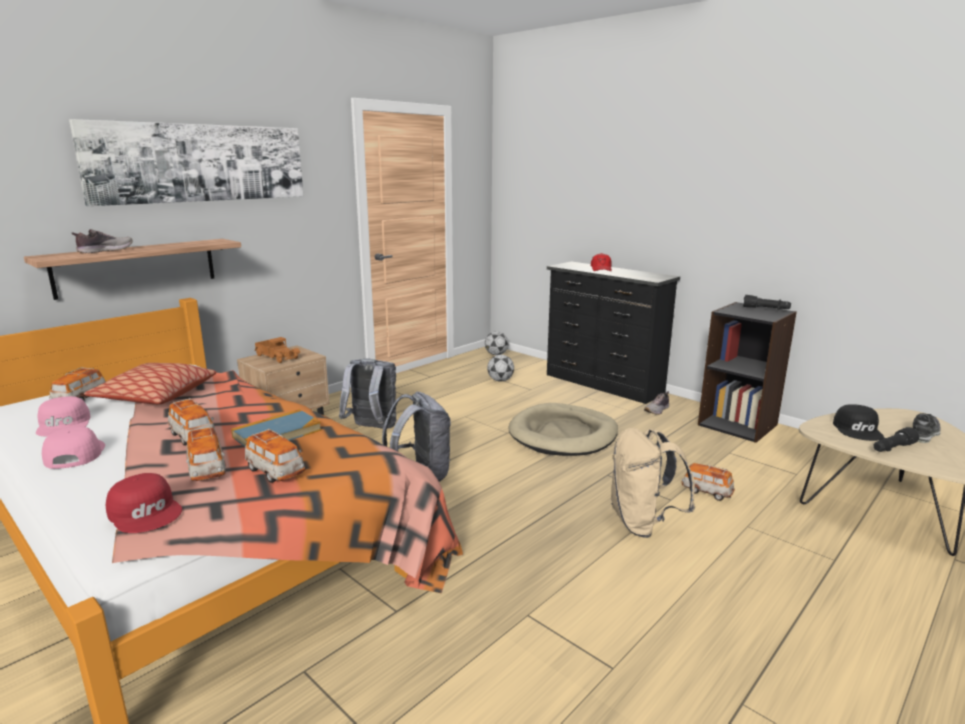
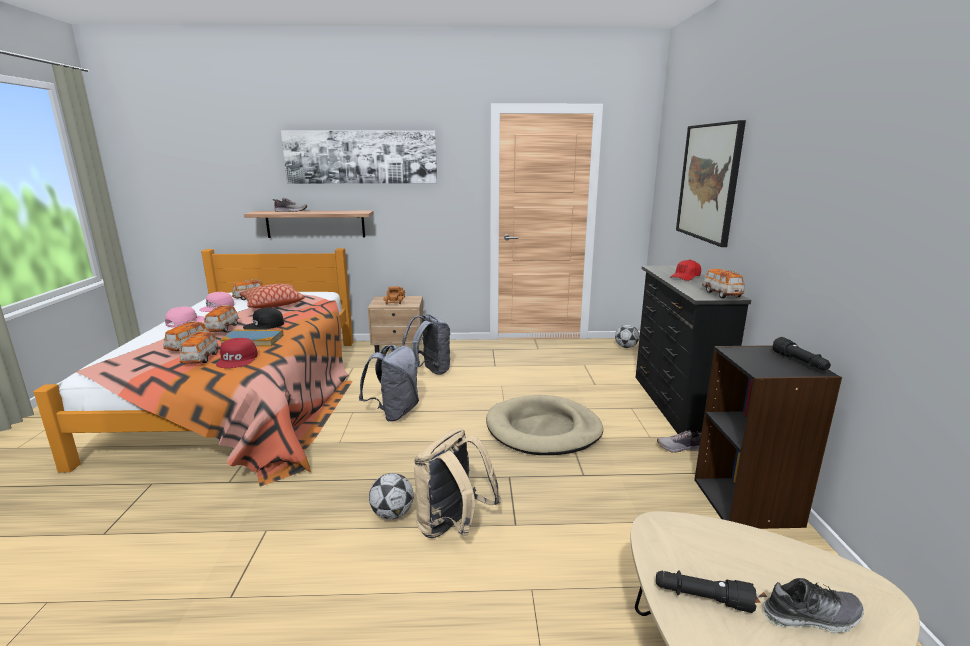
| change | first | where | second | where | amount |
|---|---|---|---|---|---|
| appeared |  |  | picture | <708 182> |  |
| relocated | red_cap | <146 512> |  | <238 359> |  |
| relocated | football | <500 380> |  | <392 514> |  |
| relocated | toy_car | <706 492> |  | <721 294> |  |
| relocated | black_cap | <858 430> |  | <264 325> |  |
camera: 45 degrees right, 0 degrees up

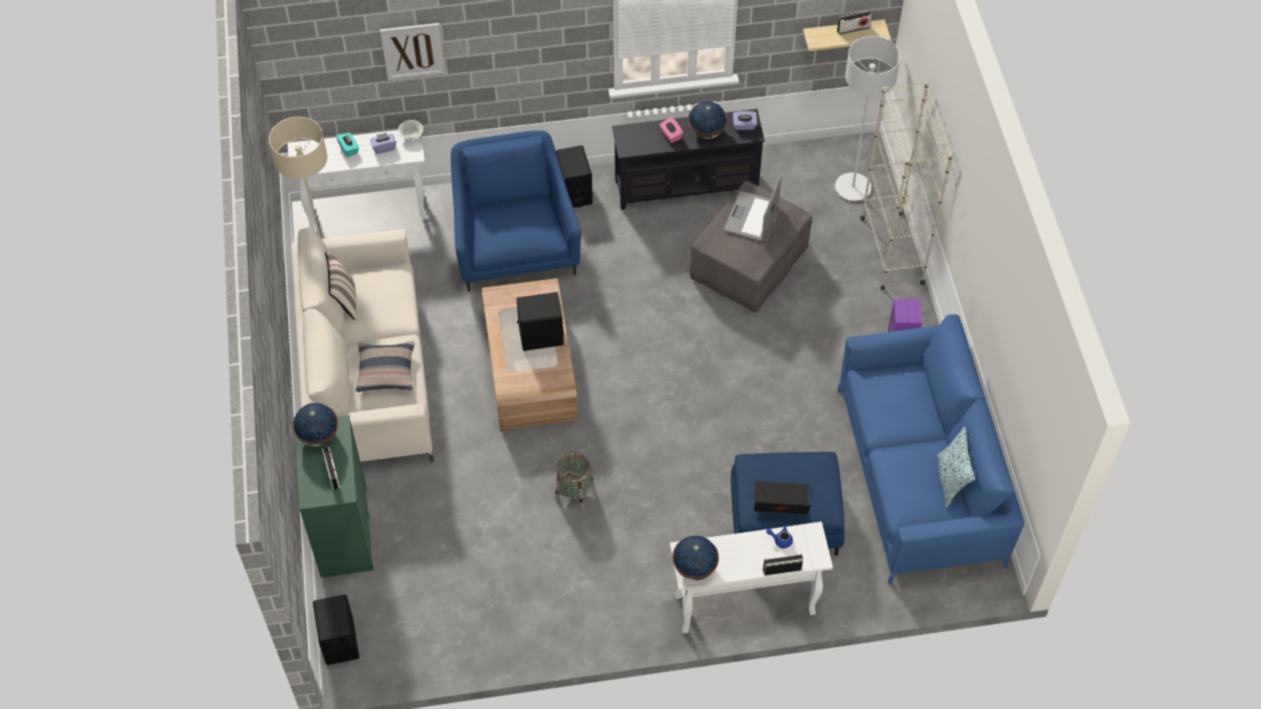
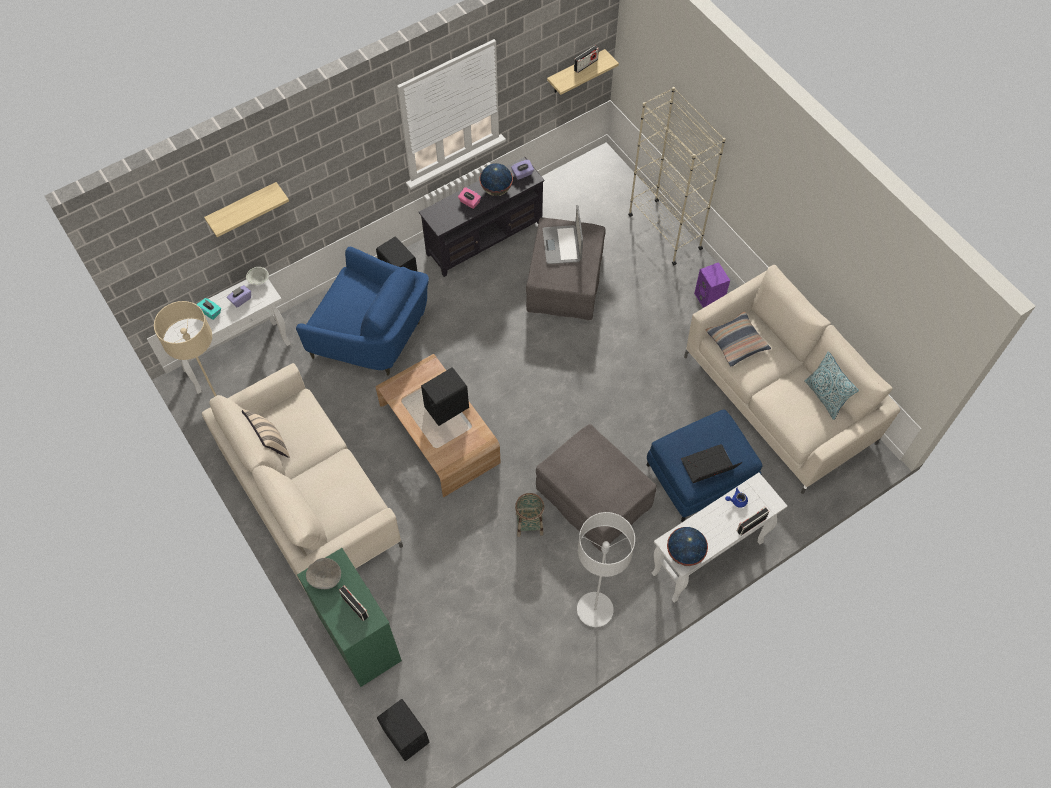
| change | first | where | second | where | amount |
|---|---|---|---|---|---|
| appeared |  |  | grey_ottoman | <592 497> |  |
| relocated | pillow | <386 371> |  | <736 342> |  |
| relocated | grey_floor_lamp | <852 188> |  | <595 610> |  |
| exchanged | globe | <318 436> | grey_bowl | <325 578> |  |
| exchanged | picture | <413 51> | shelf | <243 208> |  |
| colour | blue_sofa | <919 475> | beige_sofa | <778 399> |  |
| spun | blue_armchair | <514 243> |  | <373 337> | 150 degrees clockwise |
camera: 25 degrees left, 5 degrees up

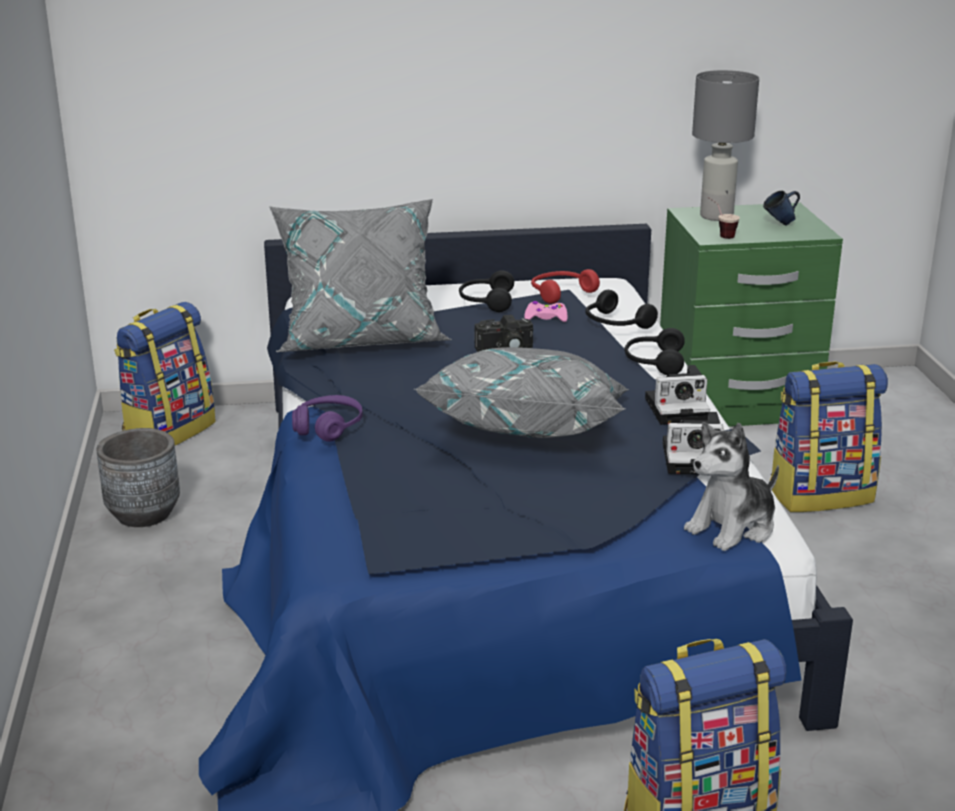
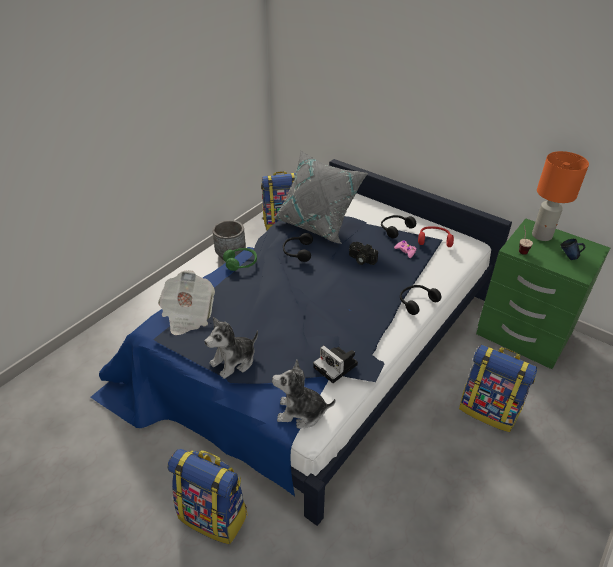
| change | first | where | second | where | amount |
|---|---|---|---|---|---|
| missing | grey_pillow | <528 429> |  |  |  |
| missing | photo_camera | <679 409> |  |  |  |
| appeared |  |  | newspaper | <188 314> |  |
| appeared |  |  | plush_toy | <234 361> |  |
| relocated | black_headphones | <615 324> |  | <297 252> |  |
| colour | purple_headphones | <328 427> | green_headphones | <241 263> |  |
| colour | grey_table_lamp | <716 216> | orange_table_lamp | <541 235> |  |
camera: 45 degrees right, 15 degrees up

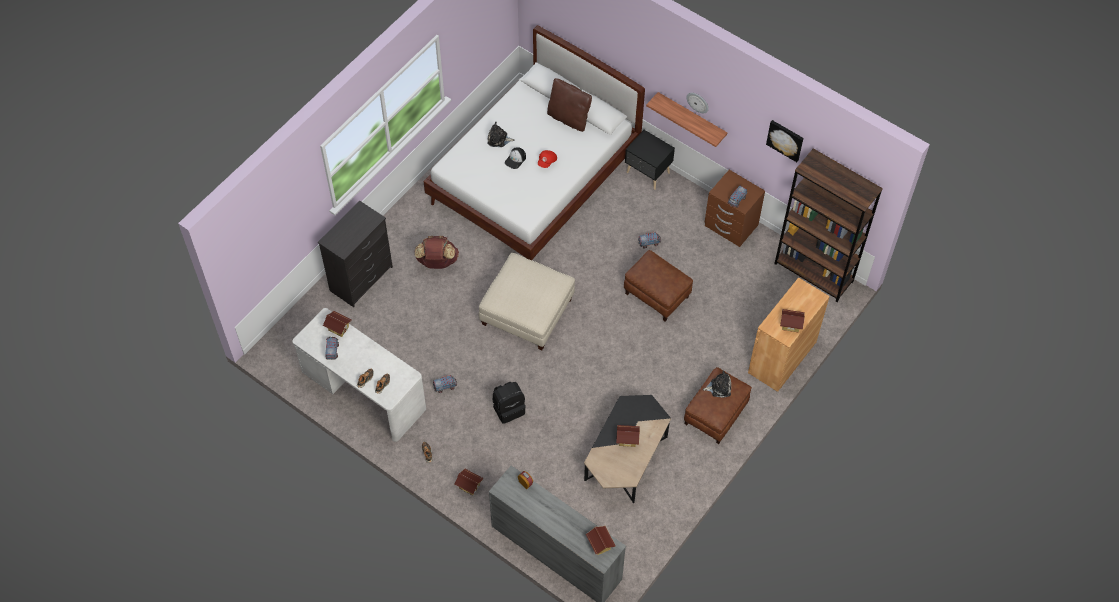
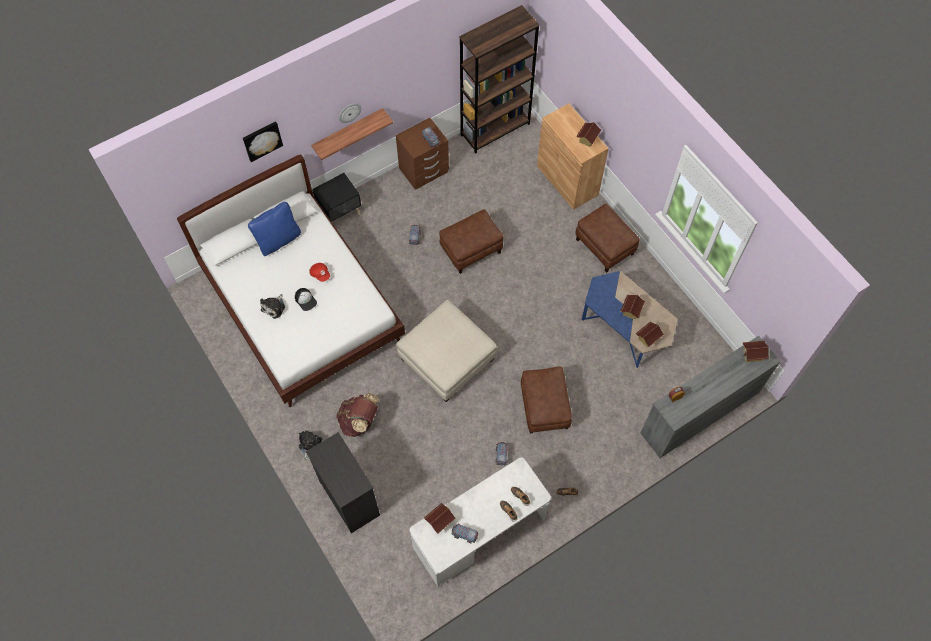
| change | first | where | second | where | amount |
|---|---|---|---|---|---|
| relocated | toy_house | <469 486> |  | <647 338> |  |
| relocated | plush_toy | <719 387> |  | <309 444> |  |
| relocated | picture | <785 140> |  | <262 140> |  |
| exchanged | black_backpack | <508 409> | brown_ottoman | <544 407> |  |
| colour | brown_pillow | <568 118> | blue_pillow | <278 240> |  |
| colour | black_coffee_table | <626 459> | blue_coffee_table | <625 328> |  |
camera: 70 degrees left, 5 degrees up

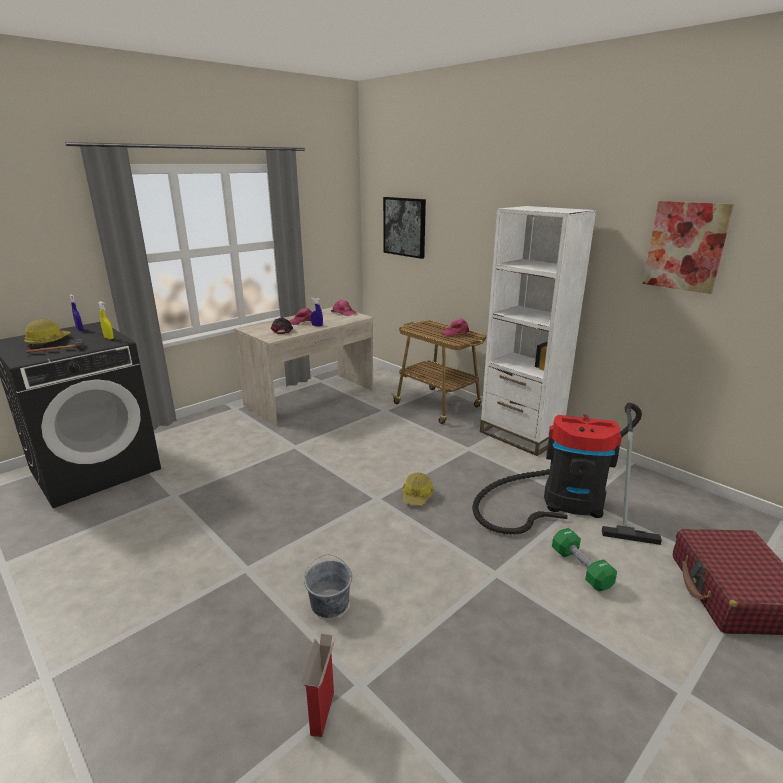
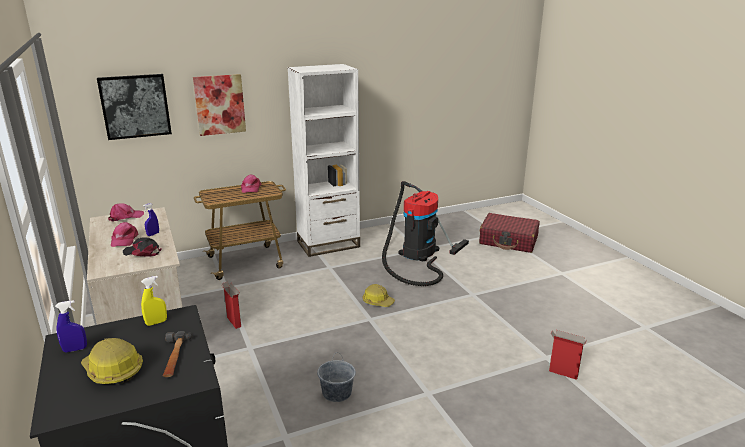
| change | first | where | second | where | amount |
|---|---|---|---|---|---|
| missing | green_dumbbell | <581 568> |  |  |  |
| appeared |  |  | cardboard_box | <233 322> |  |
| relocated | grey_bucket | <329 603> |  | <336 393> |  |
| relocated | picture | <686 246> |  | <220 104> |  |
camera: 70 degrees left, 0 degrees up

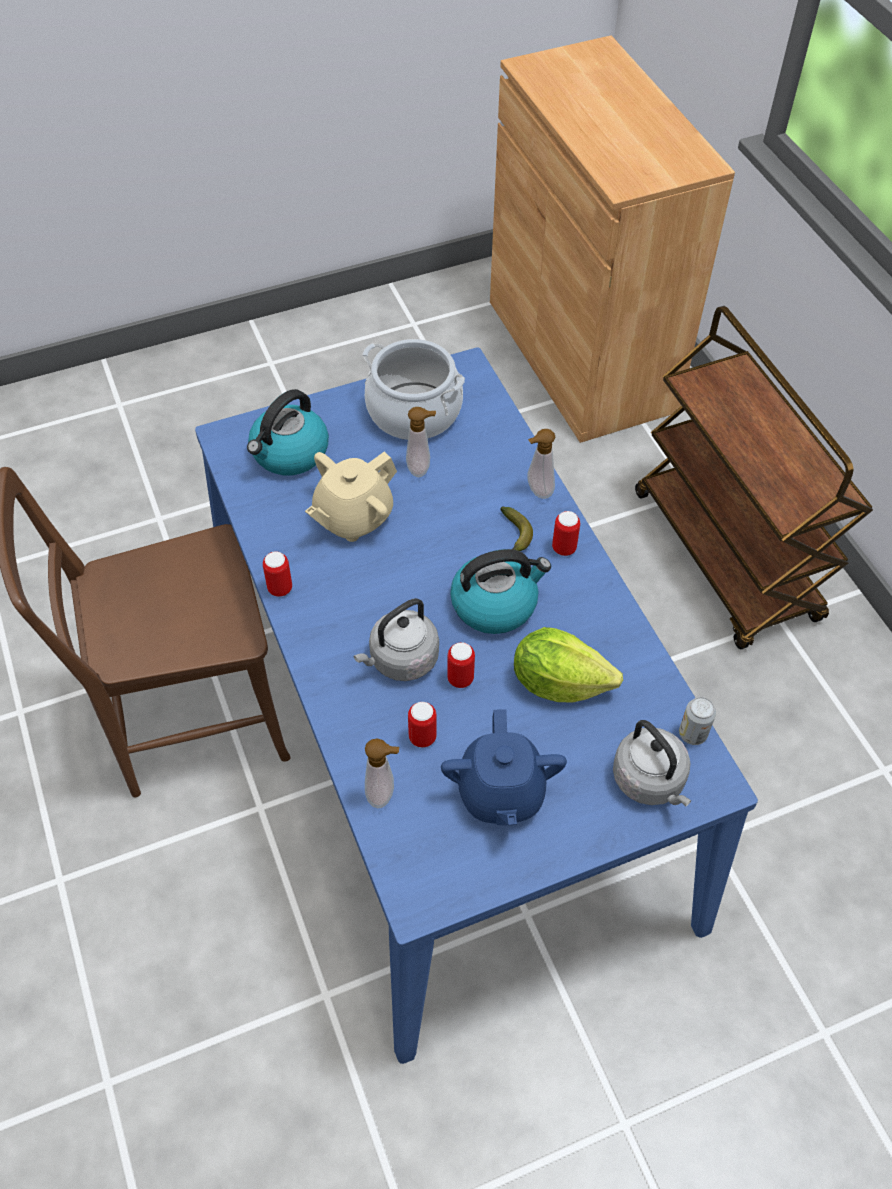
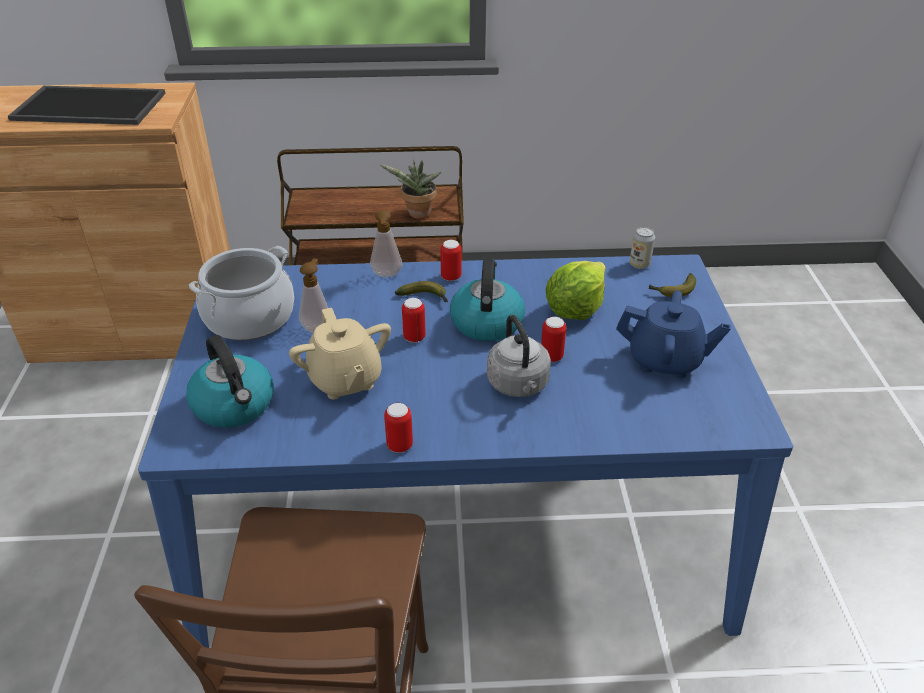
| change | first | where | second | where | amount |
|---|---|---|---|---|---|
| missing | soap_dispenser | <383 794> |  |  |  |
| appeared |  |  | tray | <92 105> |  |
| appeared |  |  | potted_plant | <417 215> |  |
| relocated | can | <422 737> |  | <414 337> |  |
| exchanged | grey_kettle | <650 781> | banana | <673 291> |  |
camera: 70 degrees left, 15 degrees down

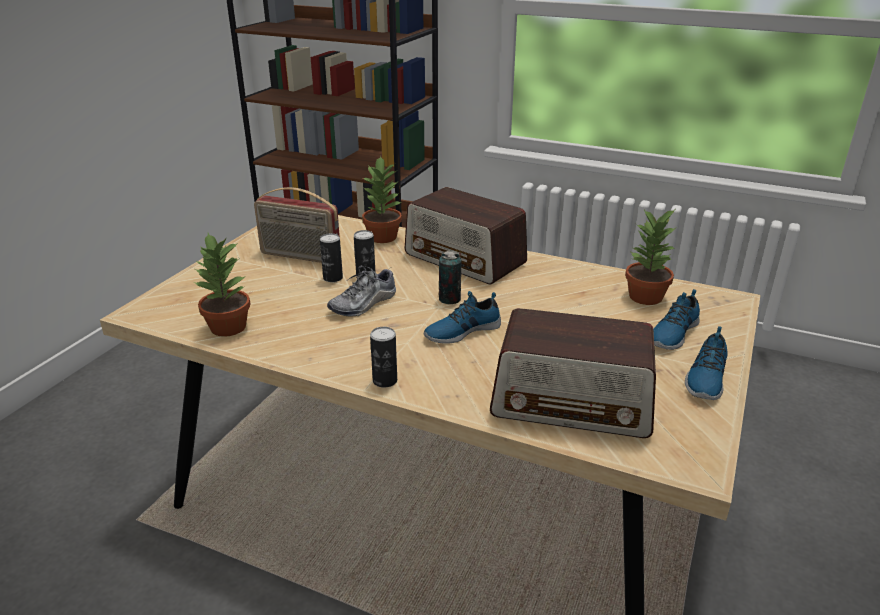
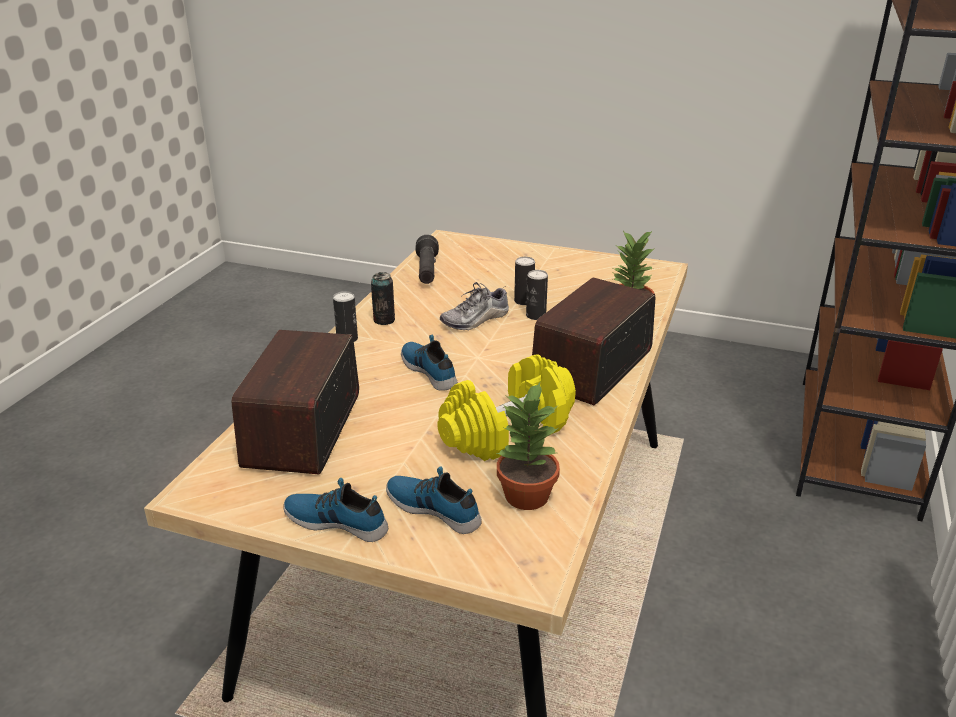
| change | first | where | second | where | amount |
|---|---|---|---|---|---|
| missing | radio | <300 256> |  |  |  |
| appeared |  |  | yellow_dumbbell | <507 431> |  |
| relocated | can | <449 299> |  | <384 320> |  |
| exchanged | potted_plant | <228 328> | black_flashlight | <427 271> |  |
| spun | shoe | <363 304> |  | <475 320> | 75 degrees counterclockwise |
camera: 85 degrees right, 0 degrees up

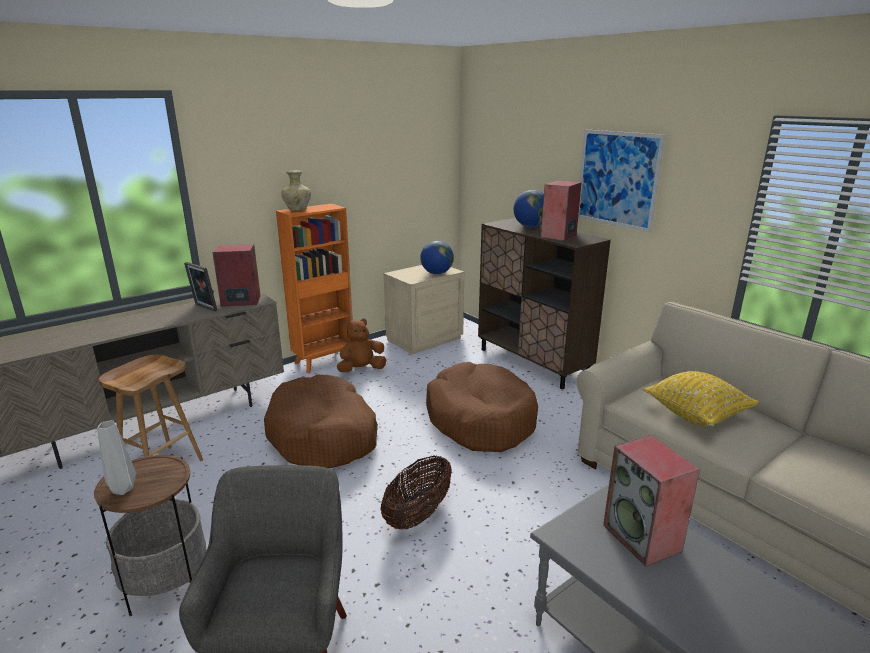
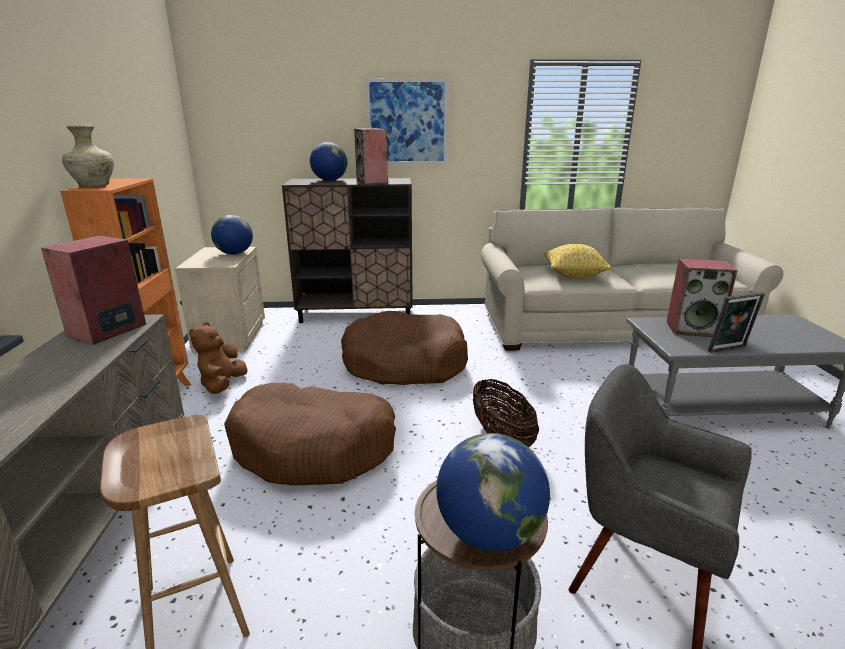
| change | first | where | second | where | amount |
|---|---|---|---|---|---|
| relocated | picture_frame | <204 308> |  | <729 350> |  |
| exchanged | grey_vase | <124 489> | globe | <489 533> |  |
camera: 55 degrees left, 0 degrees up

